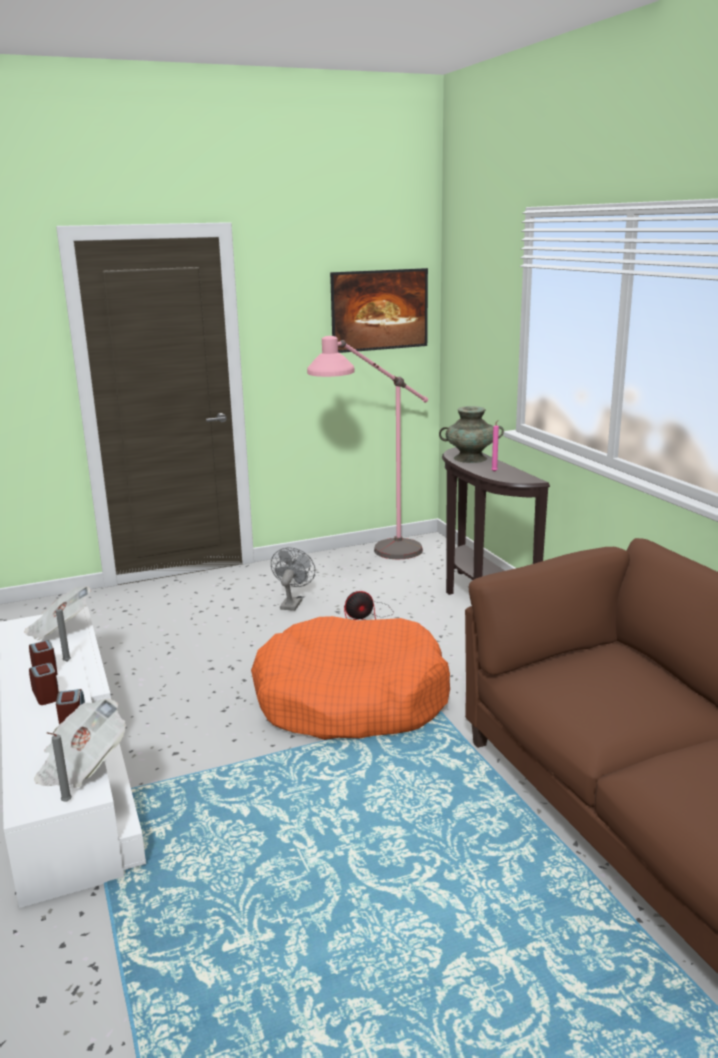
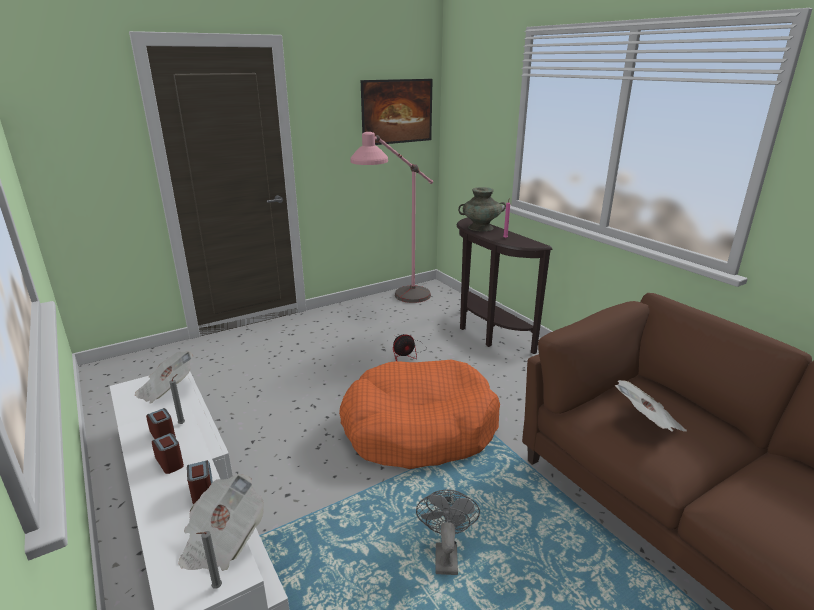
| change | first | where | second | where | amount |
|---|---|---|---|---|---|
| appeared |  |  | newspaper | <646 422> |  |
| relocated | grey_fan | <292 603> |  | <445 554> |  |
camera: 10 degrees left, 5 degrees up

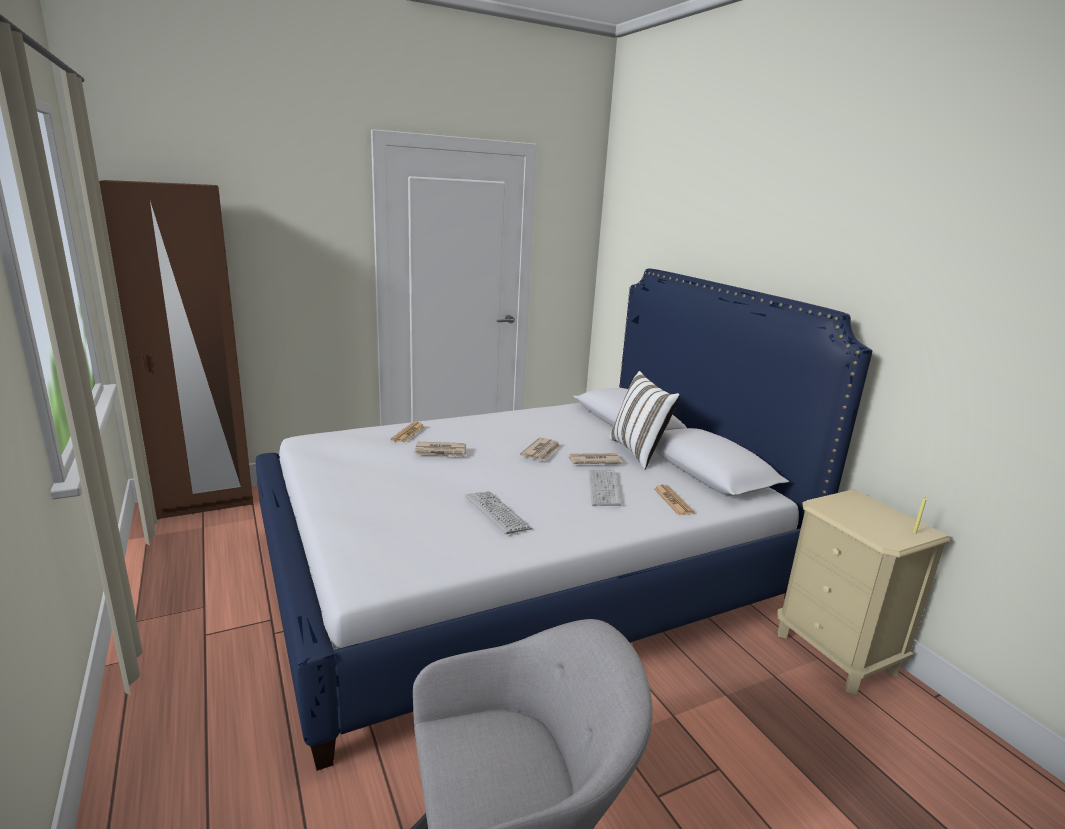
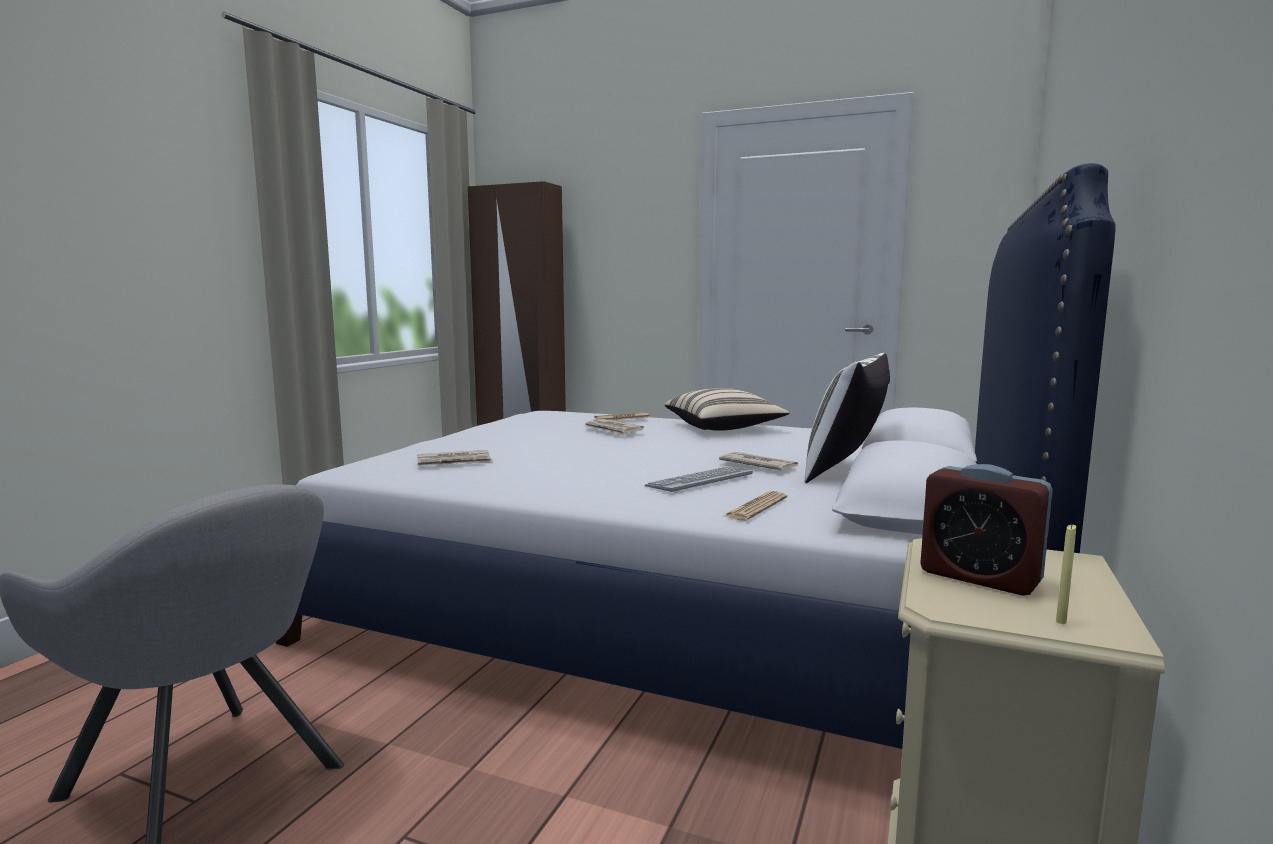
| change | first | where | second | where | amount |
|---|---|---|---|---|---|
| missing | keyboard | <497 513> |  |  |  |
| appeared |  |  | beige_pillow | <724 428> |  |
| appeared |  |  | alarm_clock | <979 577> |  |
| relocated | newspaper | <541 451> |  | <455 462> |  |
camera: 50 degrees right, 10 degrees down

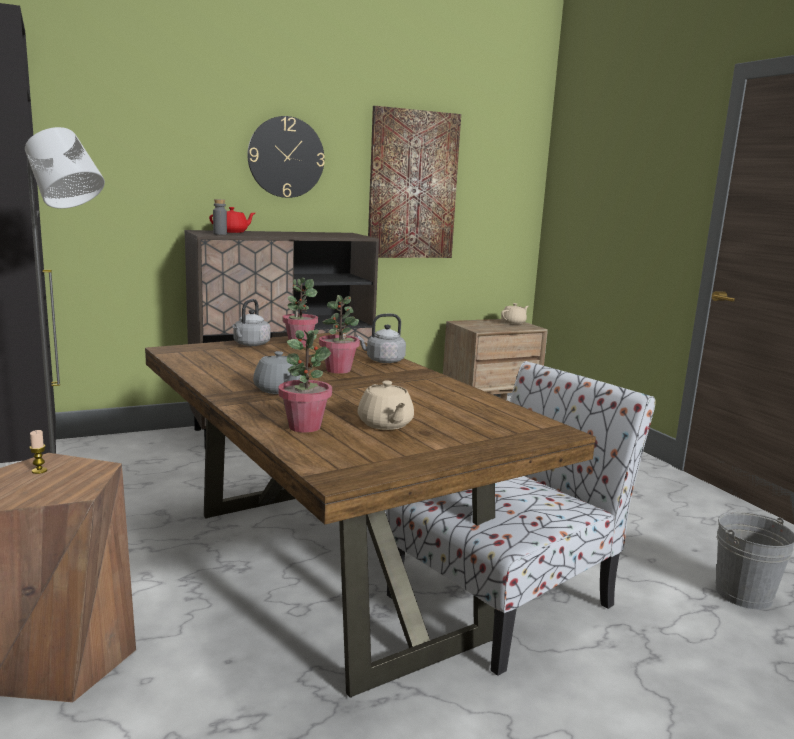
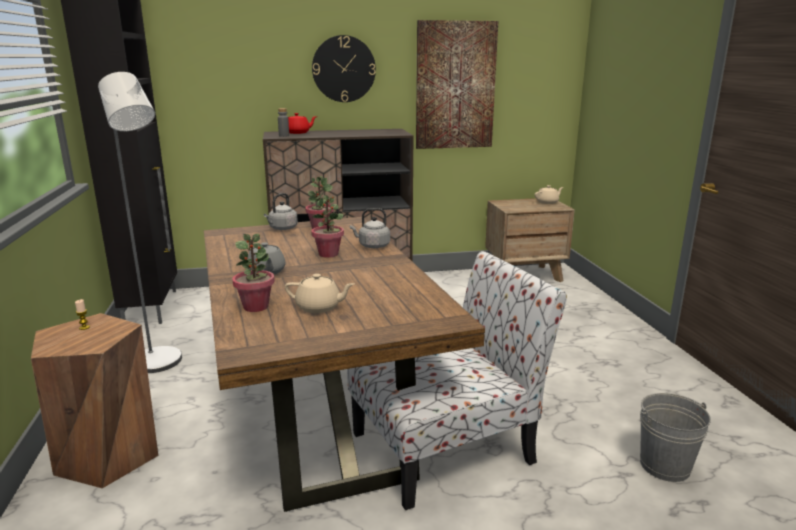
| change | first | where | second | where | amount |
|---|---|---|---|---|---|
| spun | beige_teapot | <385 424> |  | <319 307> | 75 degrees counterclockwise |
camera: 15 degrees right, 5 degrees up

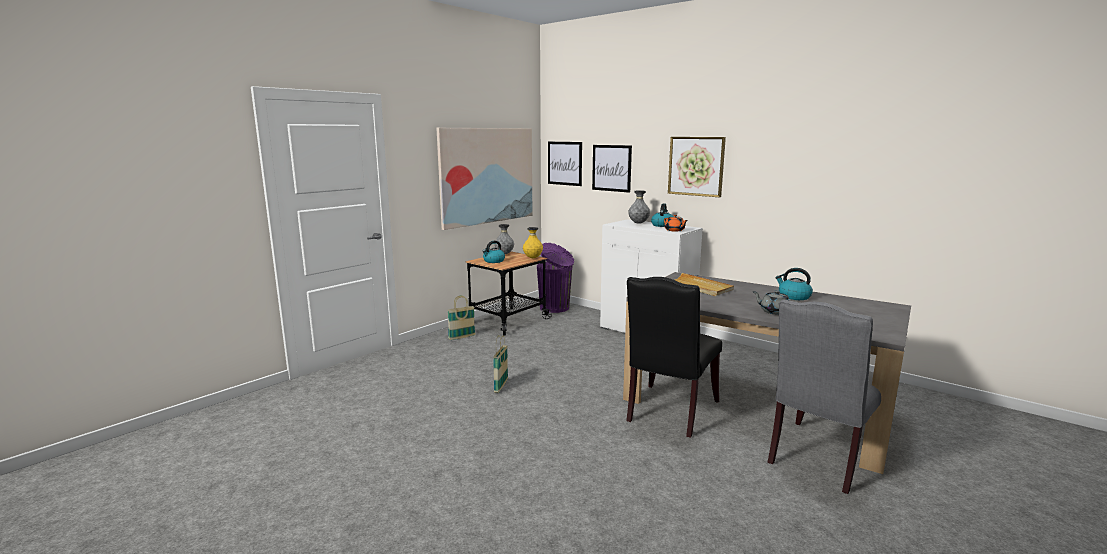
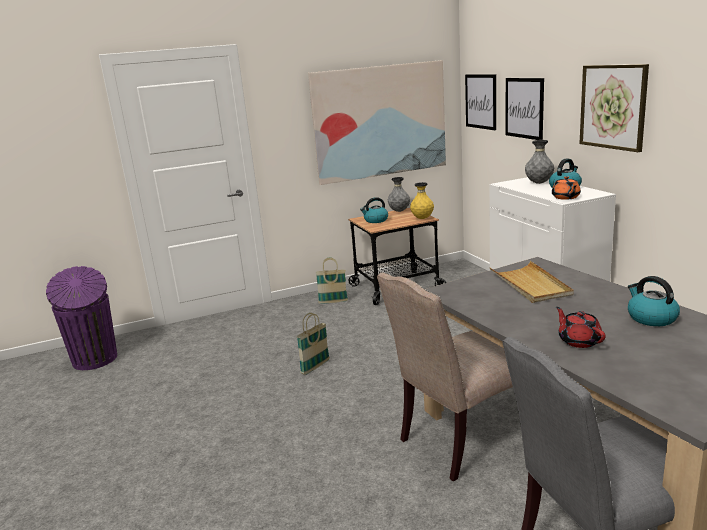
| change | first | where | second | where | amount |
|---|---|---|---|---|---|
| relocated | purple_trash_can | <555 308> |  | <95 360> |  |
| colour | black_chair | <669 412> | beige_chair | <462 440> |  |
| colour | grey_teapot | <774 311> | red_teapot | <579 341> |  |
camera: 30 degrees right, 5 degrees up

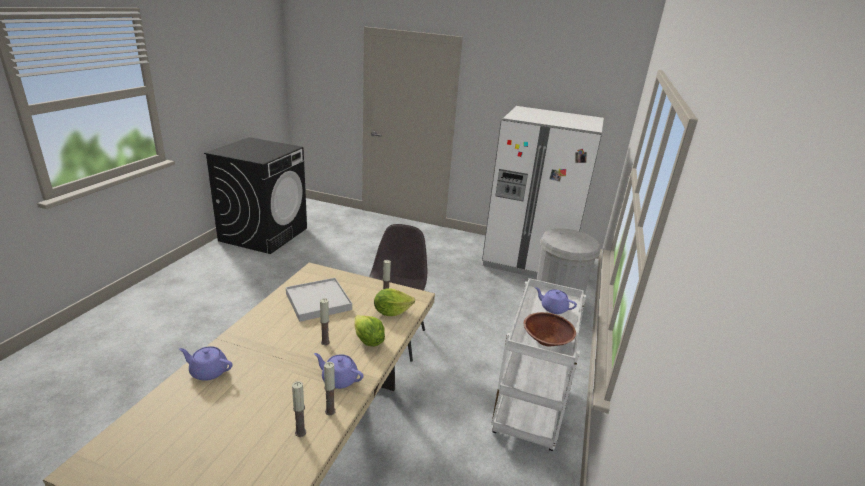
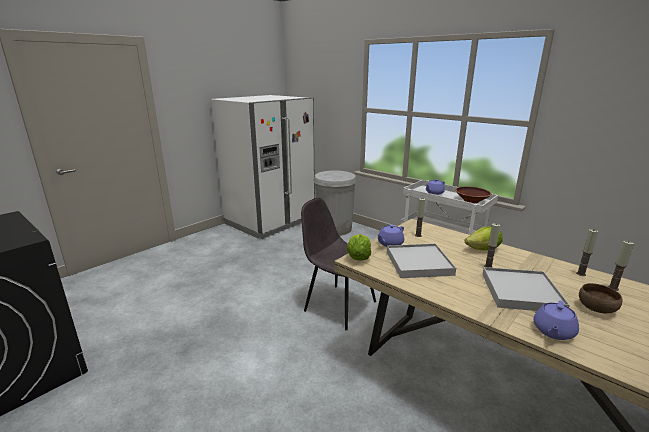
| change | first | where | second | where | amount |
|---|---|---|---|---|---|
| appeared |  |  | white_tray | <521 292> |  |
| appeared |  |  | brown_bowl | <596 308> |  |
| relocated | purple_teapot | <339 379> |  | <390 244> |  |
| relocated | lettuce | <391 312> |  | <358 257> |  |
camera: 65 degrees left, 5 degrees down

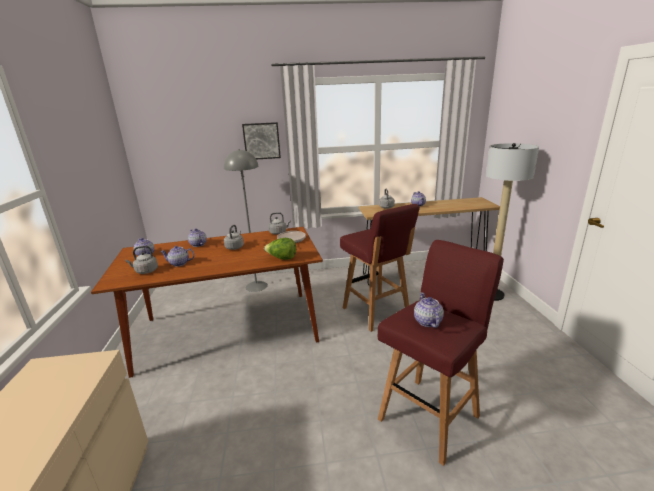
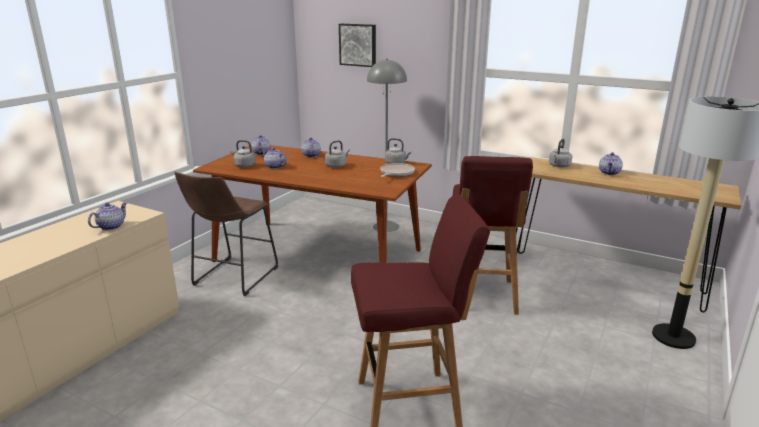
| change | first | where | second | where | amount |
|---|---|---|---|---|---|
| missing | lettuce | <282 258> |  |  |  |
| appeared |  |  | brown_stool | <233 278> |  |
| relocated | picture | <261 141> |  | <358 45> |  |
| relocated | teapot | <427 321> |  | <111 226> |  |
camera: 35 degrees right, 0 degrees up

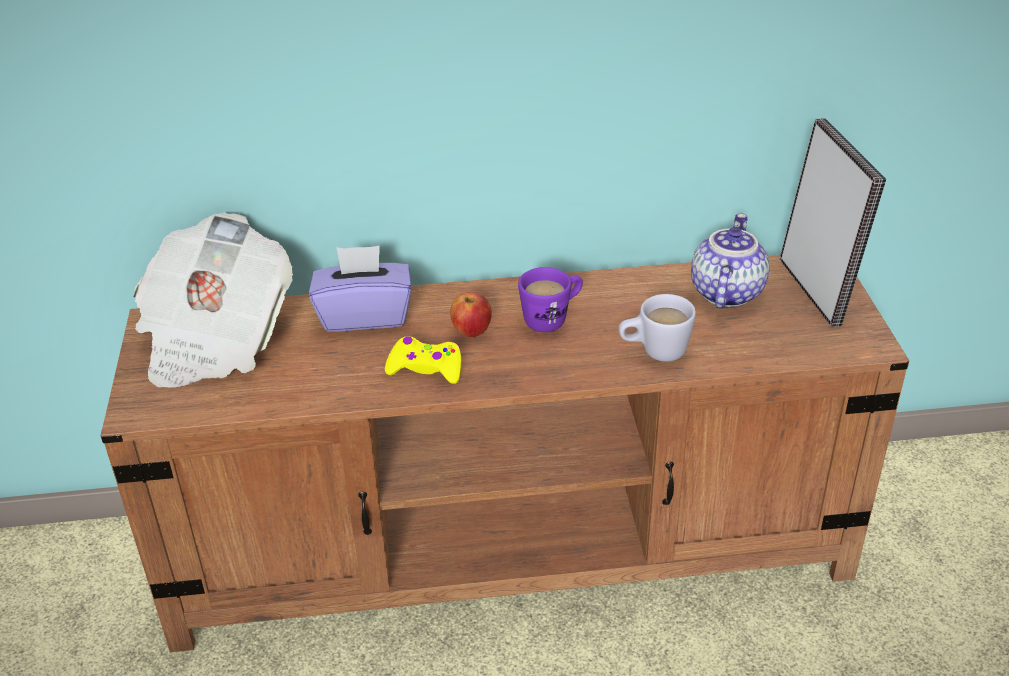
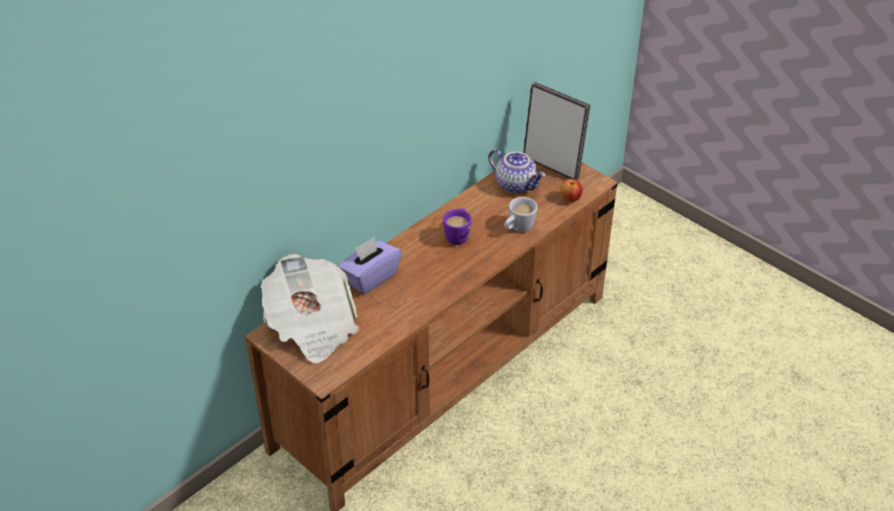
| change | first | where | second | where | amount |
|---|---|---|---|---|---|
| missing | yellow_game_controller | <426 368> |  |  |  |
| relocated | apple | <471 331> |  | <570 198> |  |
| spun | teapot | <725 292> |  | <516 185> | 150 degrees clockwise |
camera: 40 degrees left, 5 degrees up

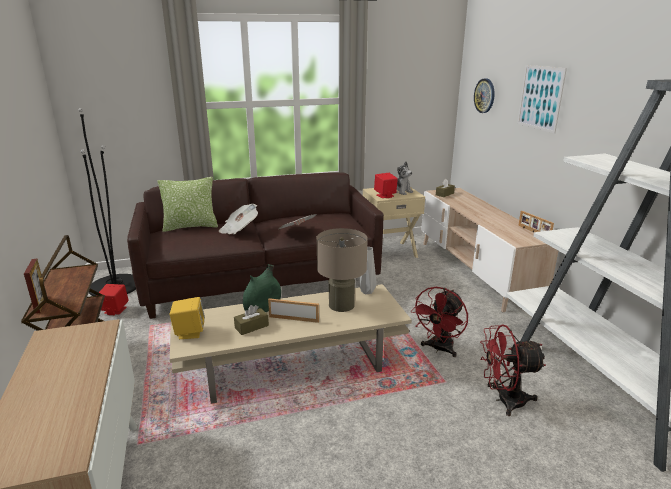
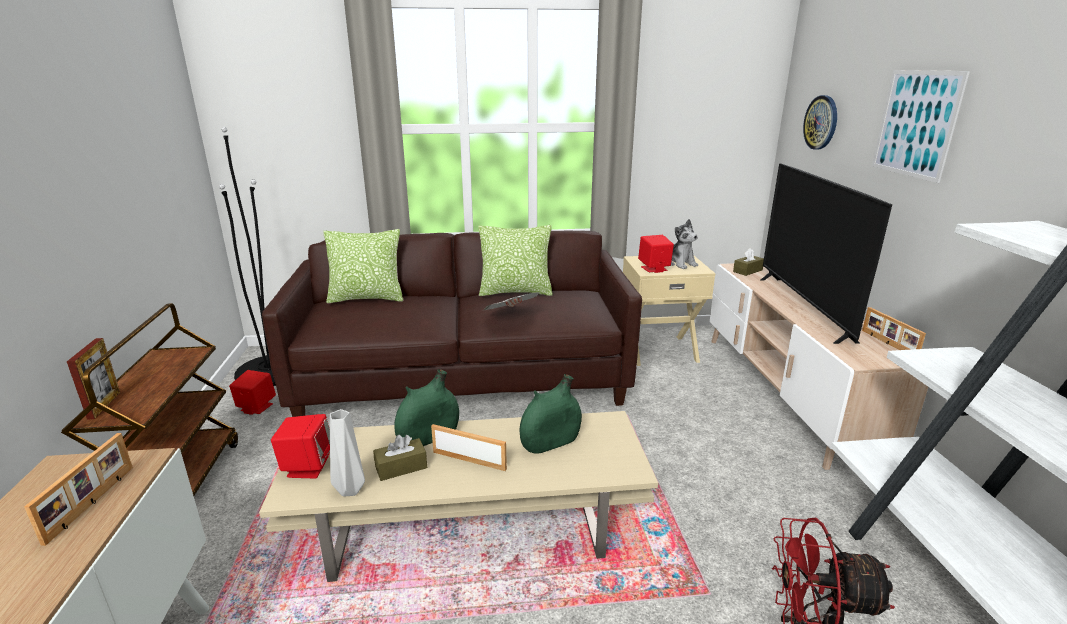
| change | first | where | second | where | amount |
|---|---|---|---|---|---|
| missing | newspaper | <239 229> |  |  |  |
| missing | red_fan | <439 349> |  |  |  |
| appeared |  |  | picture_frame | <92 503> |  |
| appeared |  |  | pillow | <515 292> |  |
| appeared |  |  | television | <803 307> |  |
| relocated | grey_vase | <366 291> |  | <350 489> |  |
| exchanged | beige_table_lamp | <341 305> | green_vase | <550 442> |  |
| colour | yellow_speaker | <189 332> | red_speaker | <307 467> |  |
camera: 10 degrees right, 0 degrees up

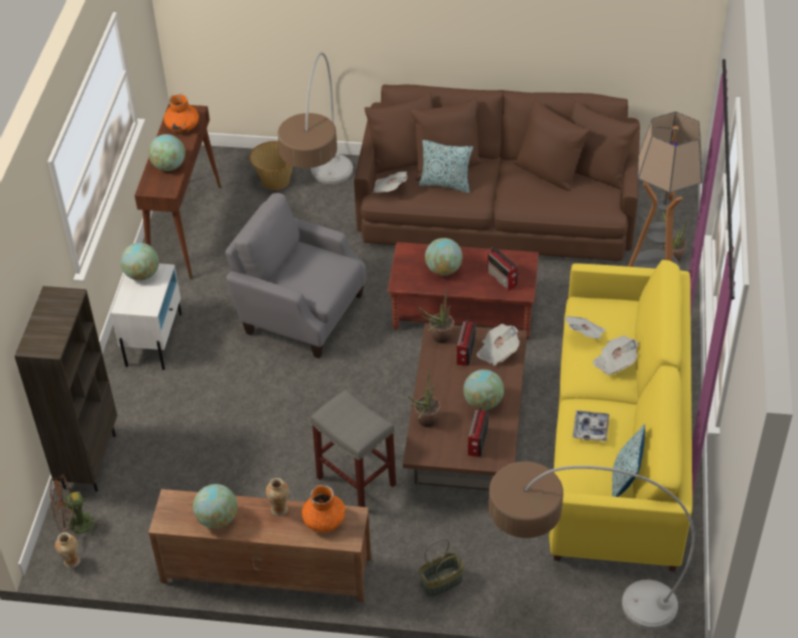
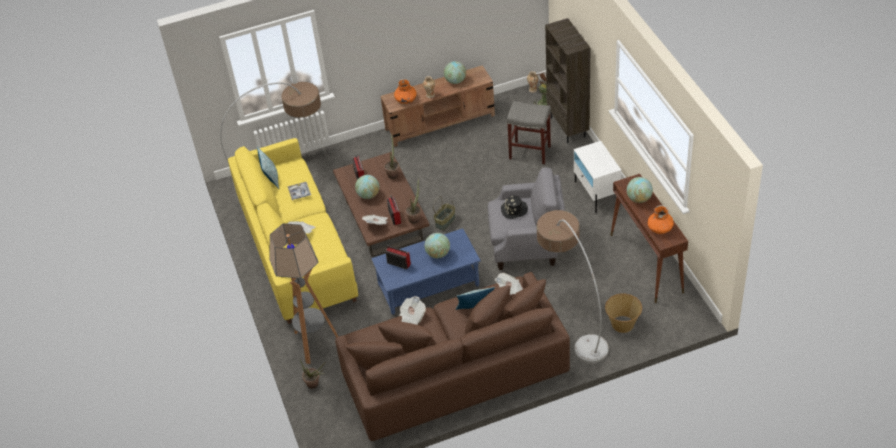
| change | first | where | second | where | amount |
|---|---|---|---|---|---|
| missing | globe | <142 275> |  |  |  |
| appeared |  |  | black_hat | <514 210> |  |
| relocated | grey_stool | <355 481> |  | <530 152> |  |
| relocated | basket | <441 582> |  | <445 221> |  |
| relocated | newspaper | <585 334> |  | <412 317> |  |
| colour | brown_coffee_table | <463 312> | blue_coffee_table | <428 285> |  |
camera: 155 degrees right, 0 degrees up

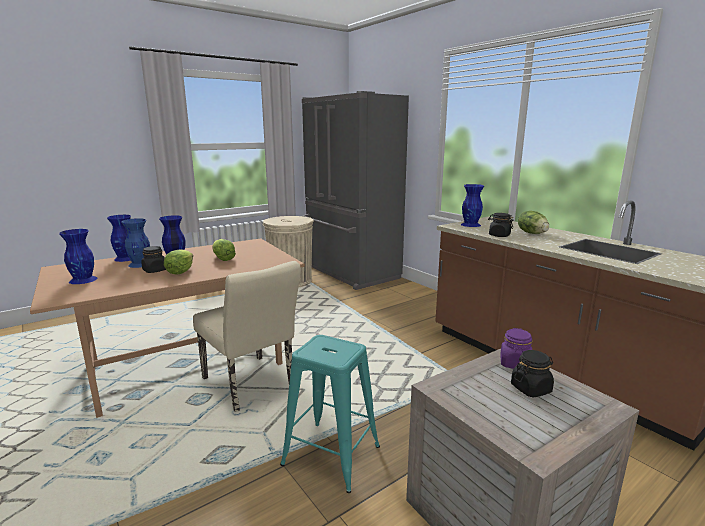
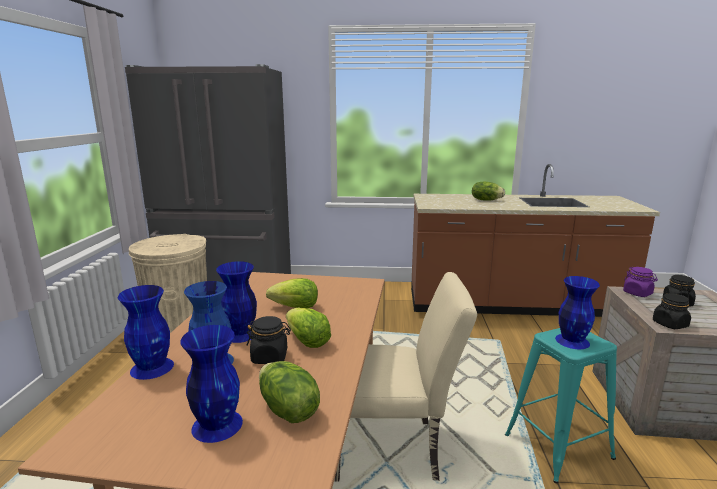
| change | first | where | second | where | amount |
|---|---|---|---|---|---|
| appeared |  |  | lettuce | <287 410> |  |
| relocated | blue_vase | <471 224> |  | <571 340> |  |
| relocated | black_jar | <499 235> |  | <670 324> |  |
camera: 50 degrees left, 0 degrees up

